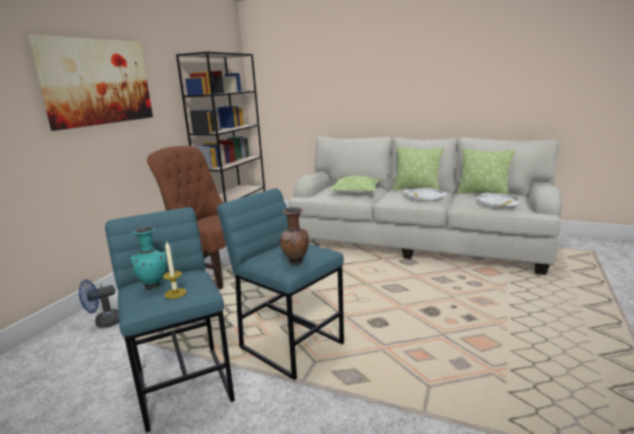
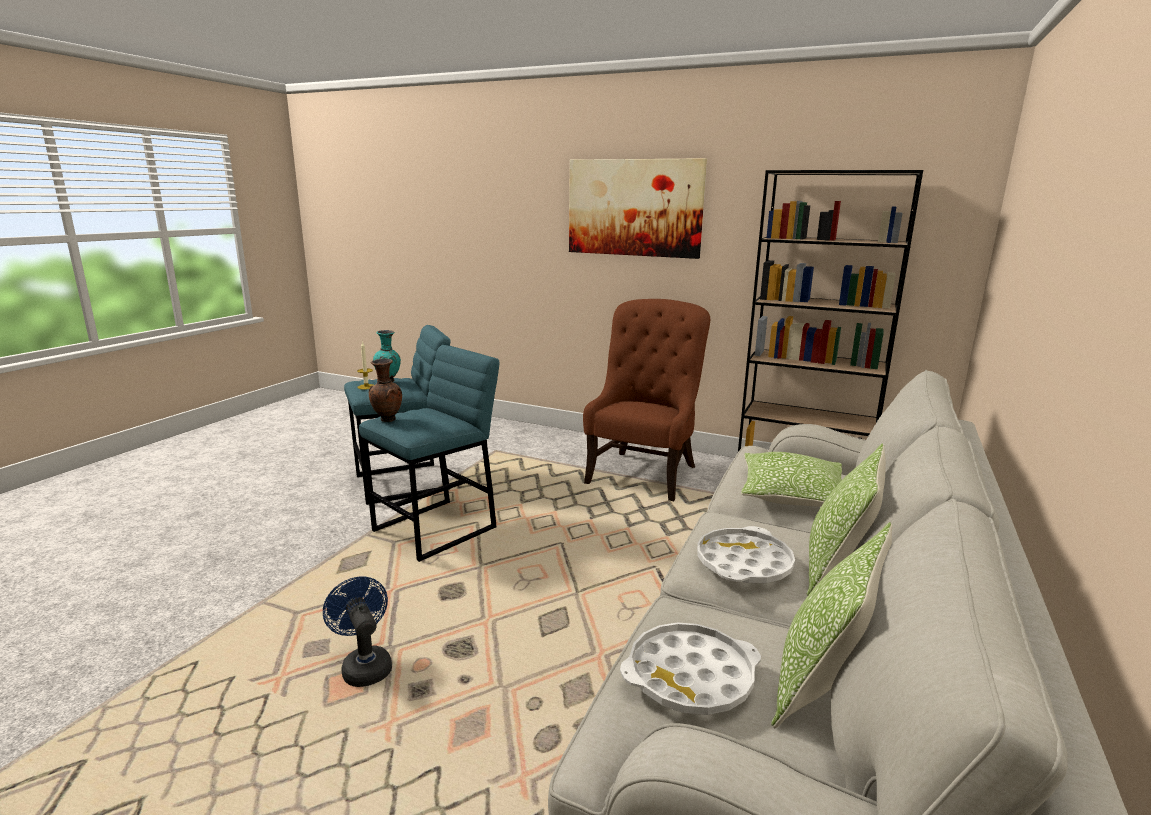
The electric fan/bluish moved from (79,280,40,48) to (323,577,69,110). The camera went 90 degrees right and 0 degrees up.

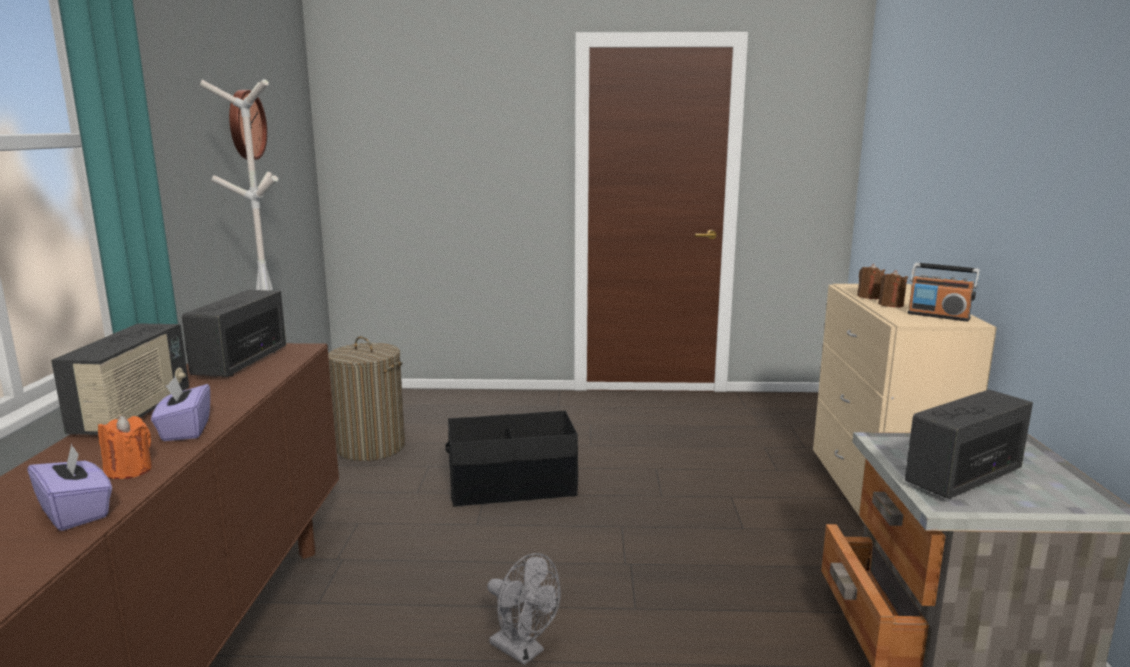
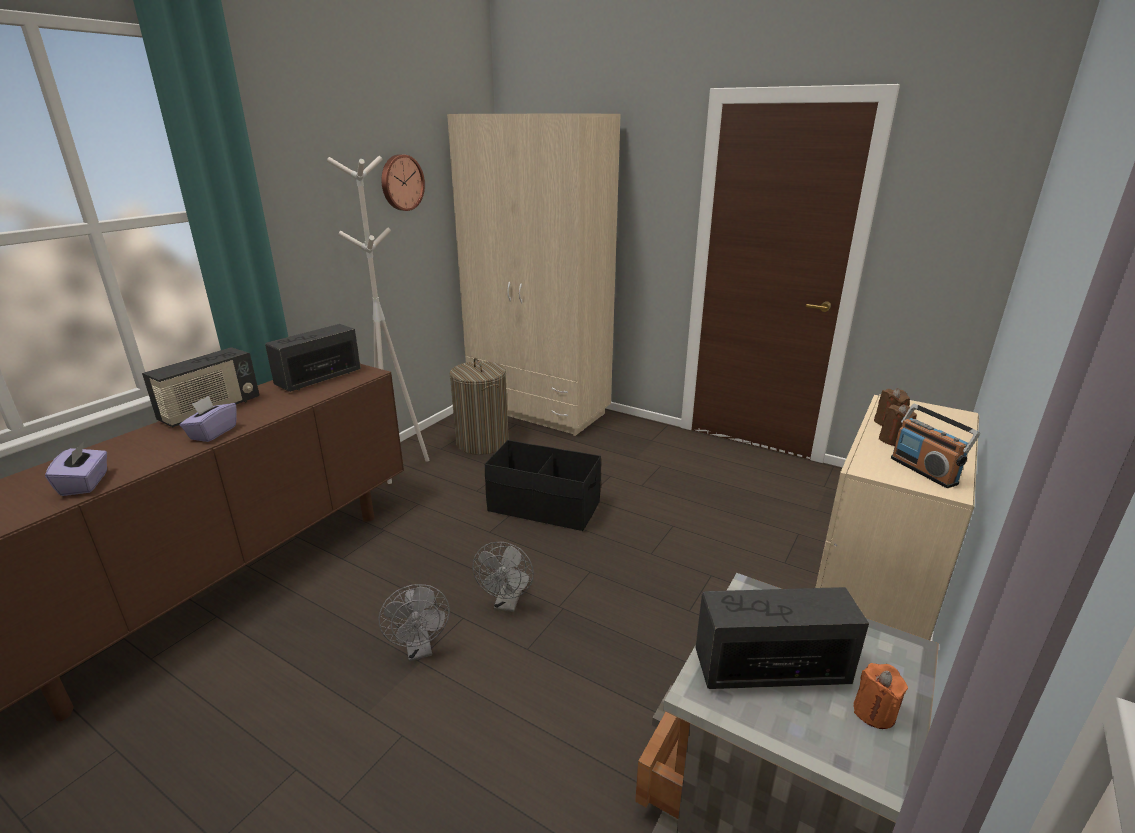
The wardrobe/sand-coloured at (447,113,174,323) appeared. The electric fan/gray at (472,542,62,70) appeared. The candle/orange-coloured moved from (98,415,54,64) to (853,663,55,66). The camera went 30 degrees right and 10 degrees up.

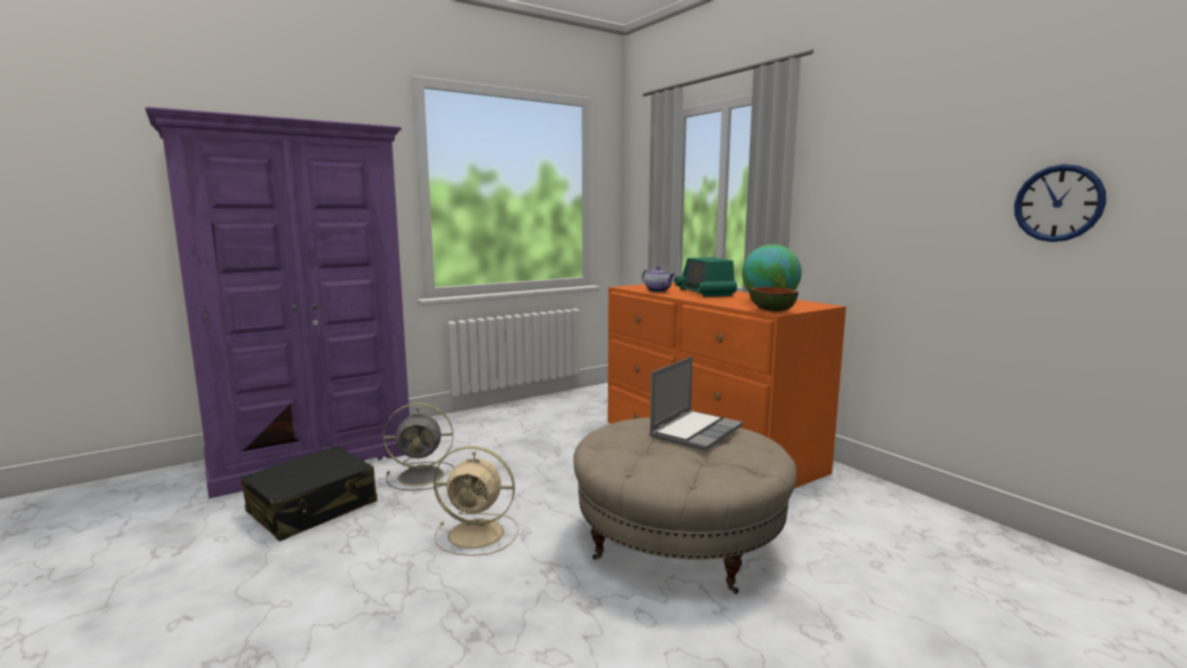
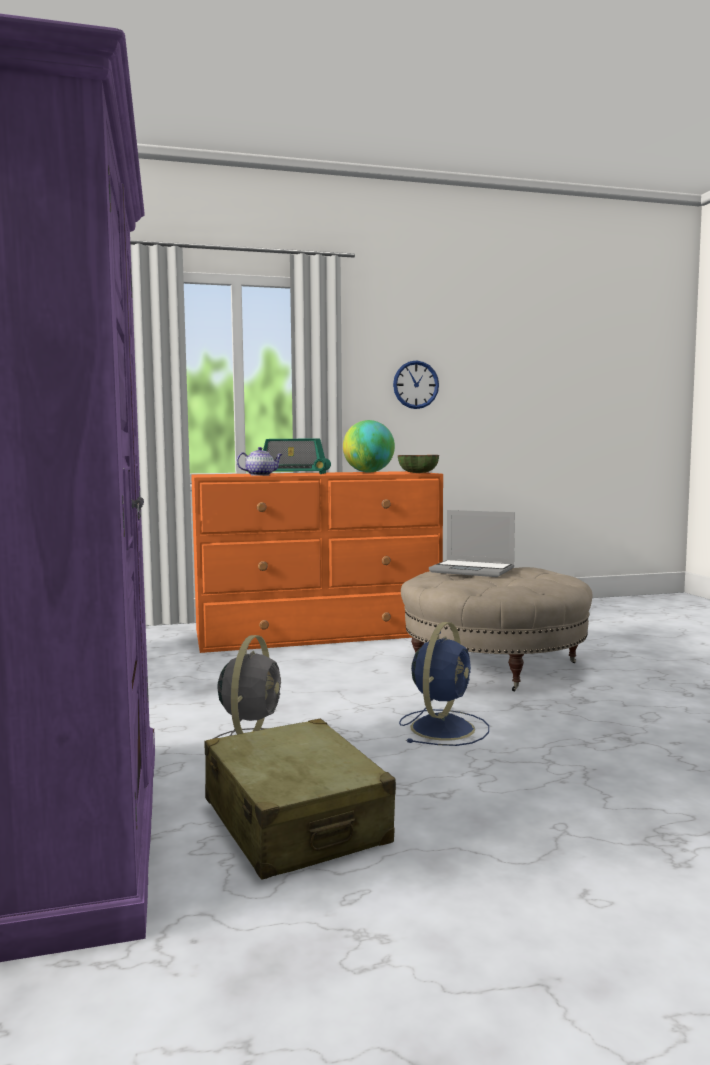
The suitcase/black at (241,446,136,95) became the suitcase/sand-coloured at (204,718,192,162). The hanging clock moved from (1014,164,92,78) to (393,360,46,49). The electric fan/sand-coloured at (433,446,86,110) became the electric fan/bluish at (399,622,90,124). The portable computer at (649,356,94,95) turned 150 degrees clockwise. The camera went 70 degrees left and 5 degrees down.

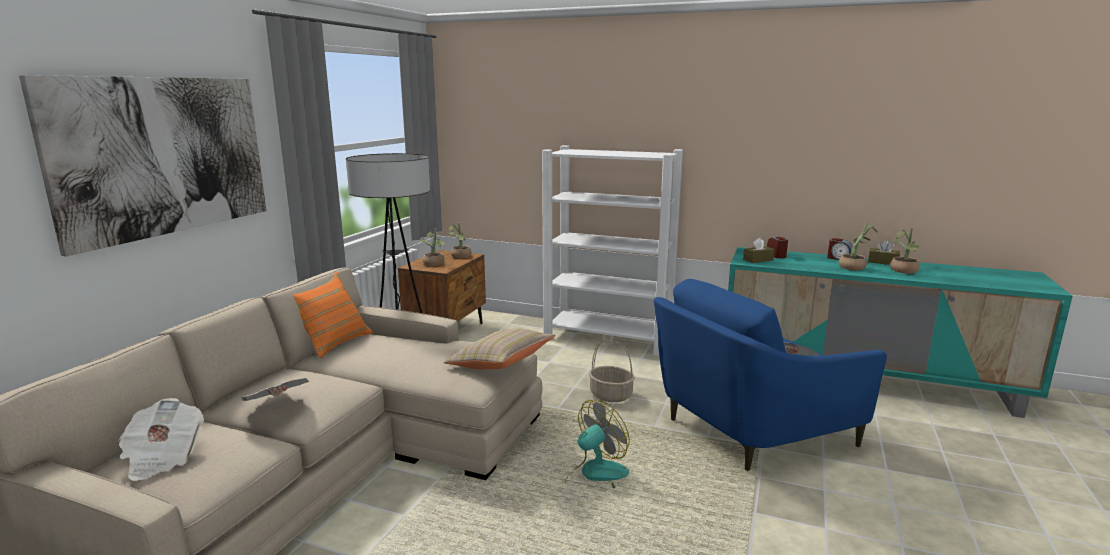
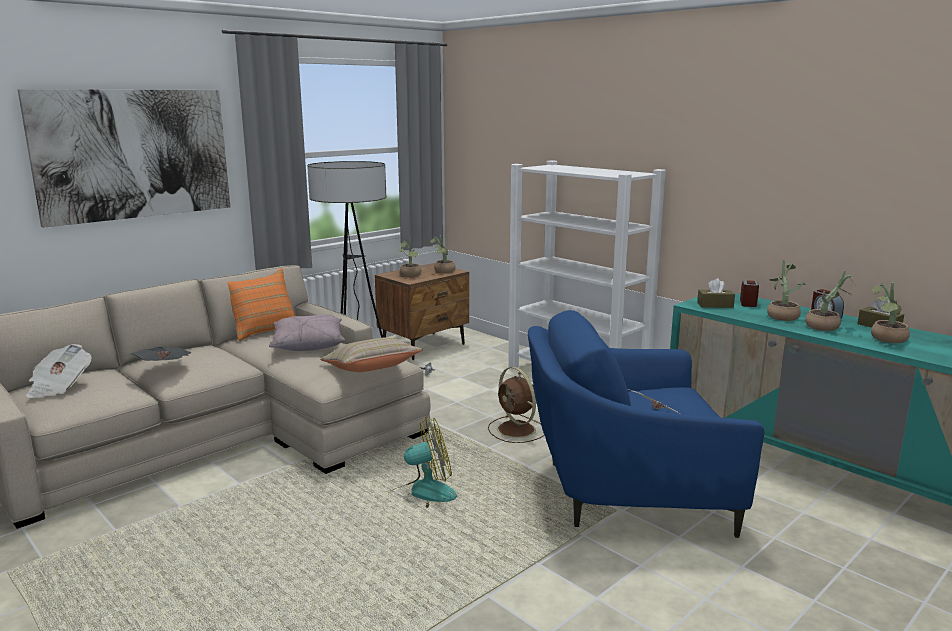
The throw pillow/purple at (269,315,76,36) appeared. The household basket at (589,339,46,63) was replaced by the electric fan/brown at (488,367,57,76). The houseplant at (767,260,39,61) appeared. The camera went 25 degrees right and 0 degrees up.

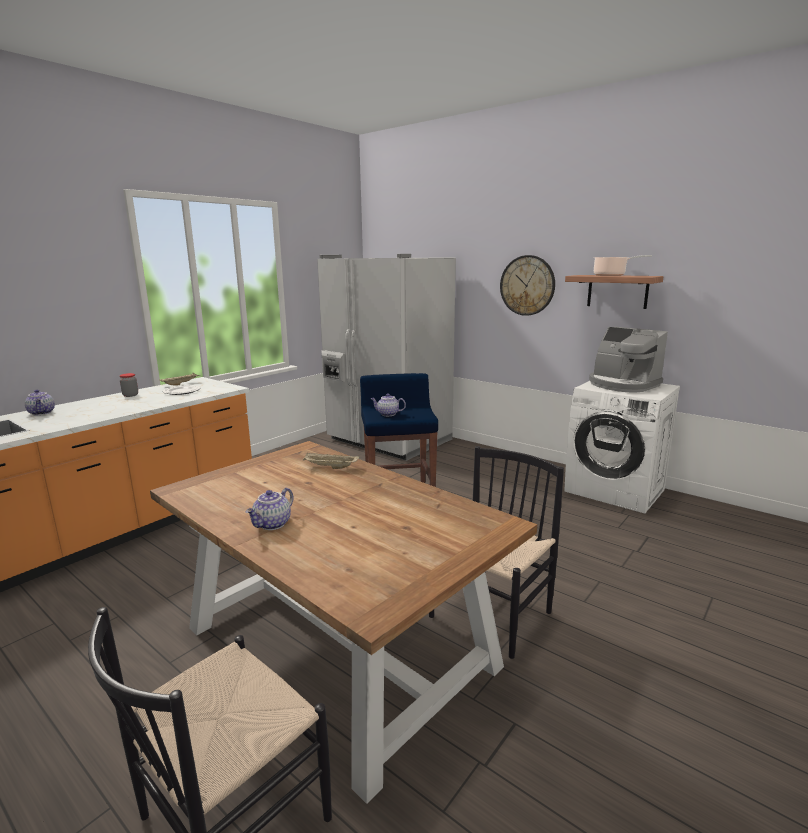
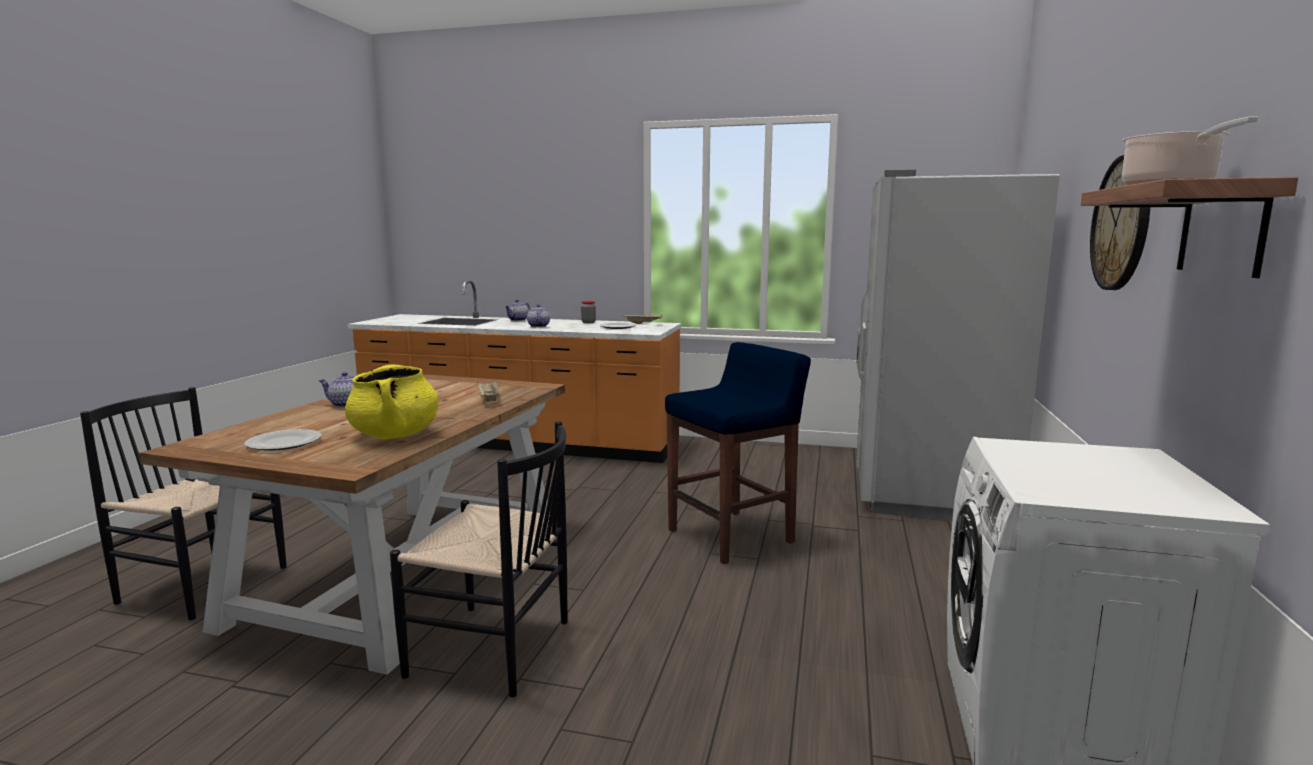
The dinner plate at (245,429,76,22) appeared. The saucepot/yellow at (345,364,94,75) appeared. The tea pot moved from (371,393,35,23) to (527,304,23,23). The coffee brewer at (589,327,79,66) disappeared. The camera went 65 degrees right and 5 degrees down.

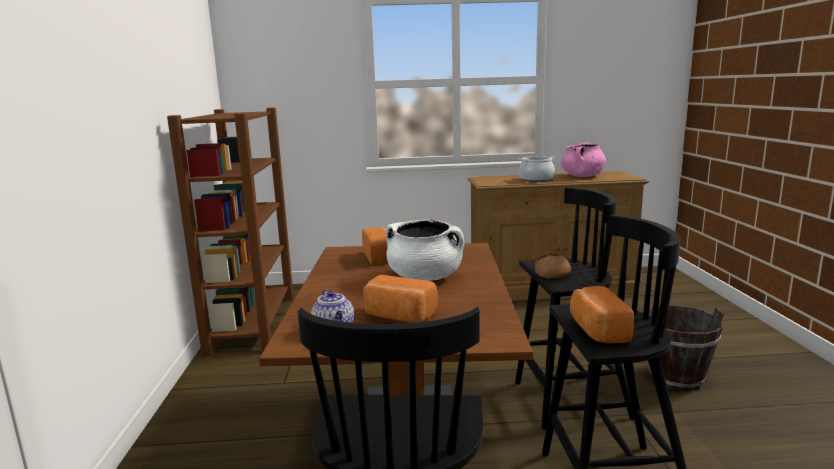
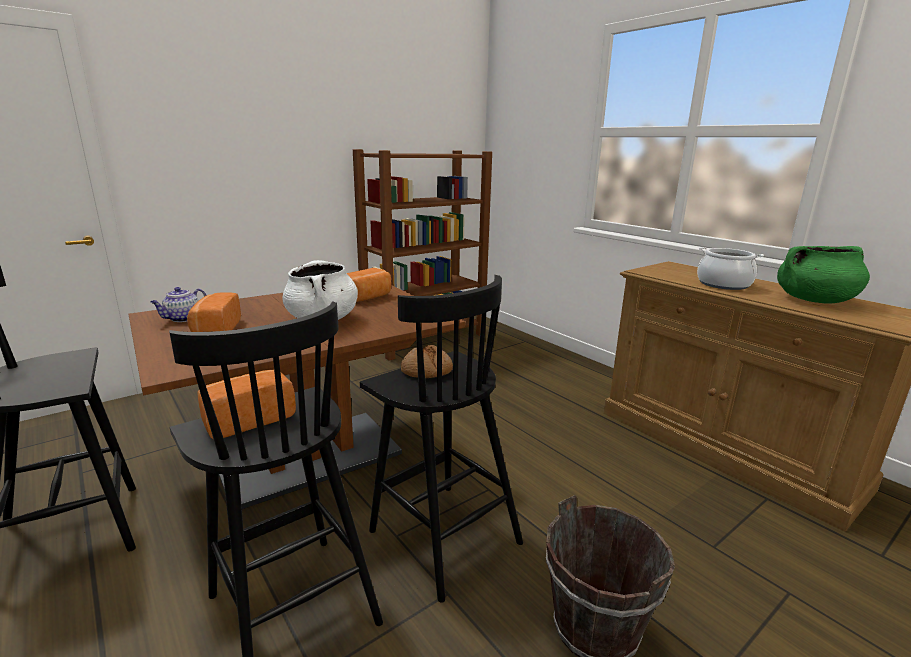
The saucepot/pink at (561,142,45,35) became the saucepot/green-coloured at (777,246,93,57). The camera went 55 degrees right and 5 degrees up.

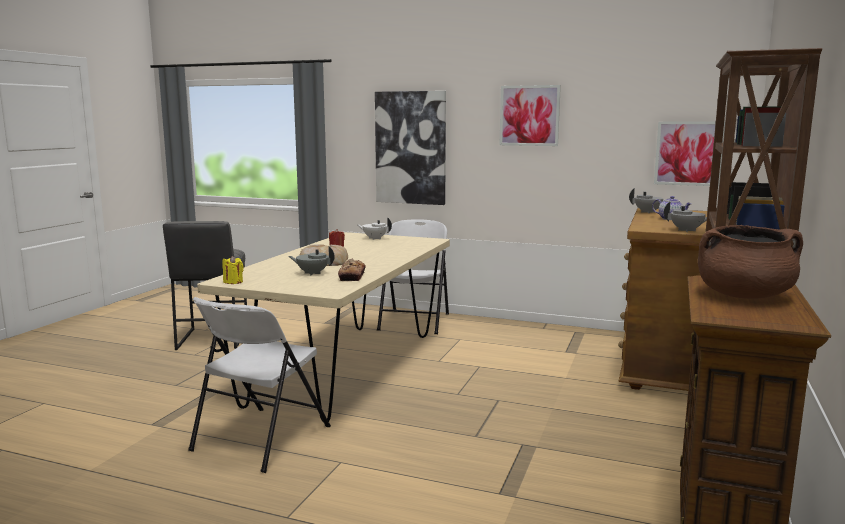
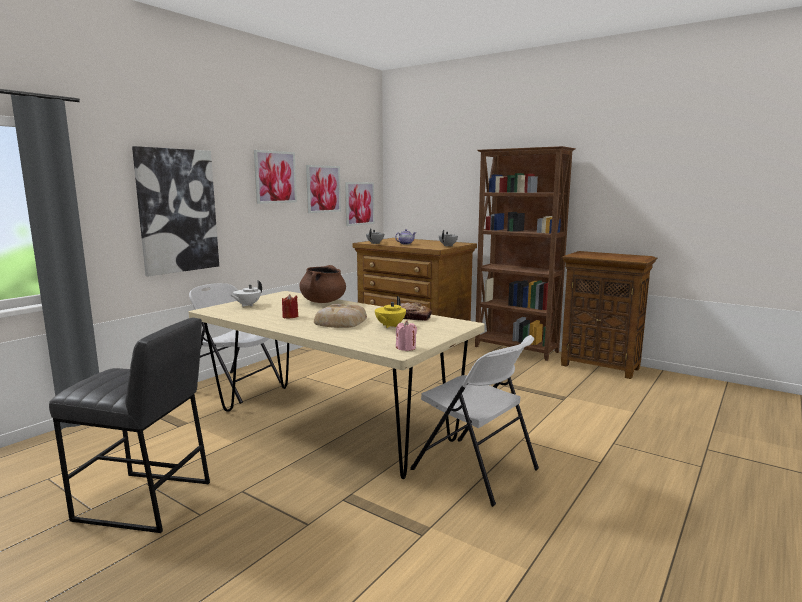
The saucepot/brown moved from (698,225,105,74) to (299,265,47,38). The wall art at (306,165,35,48) appeared. The tea pot/gray at (289,246,46,29) became the tea pot/yellow at (375,296,31,32). The candle/yellow at (222,256,22,28) became the candle/pink at (396,320,21,31). The camera went 75 degrees left and 0 degrees up.

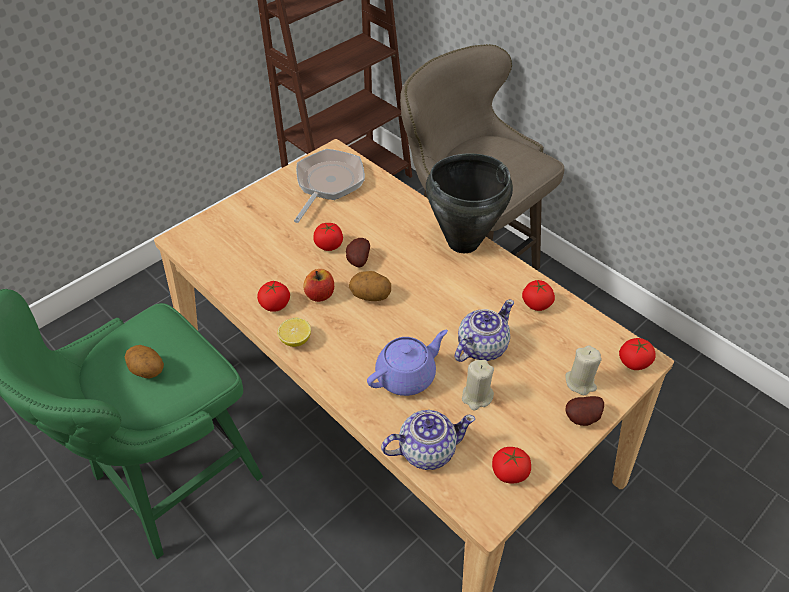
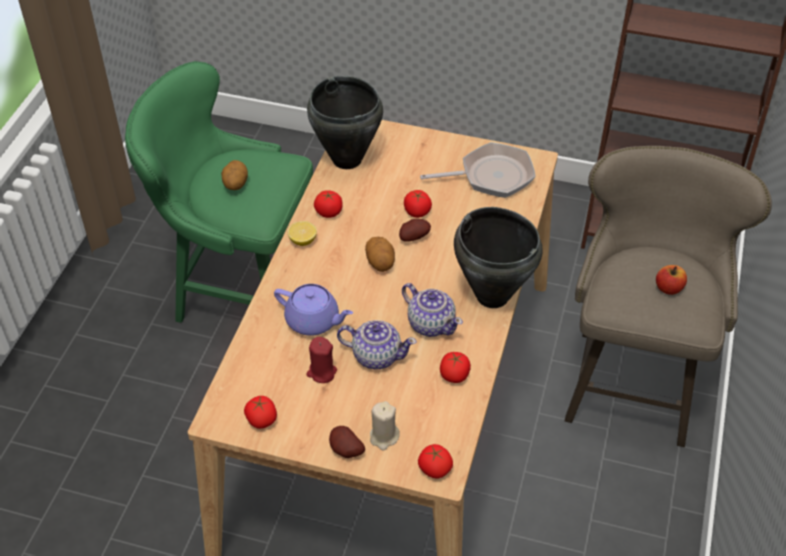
The candle/sand-coloured at (462,360,32,51) became the candle/red-coloured at (306,337,31,46). The saucepot/black at (307,76,76,93) appeared. The tea pot moved from (381,410,94,60) to (402,283,61,54). The apple moved from (303,269,31,33) to (656,265,31,30). The camera went 60 degrees right and 0 degrees up.

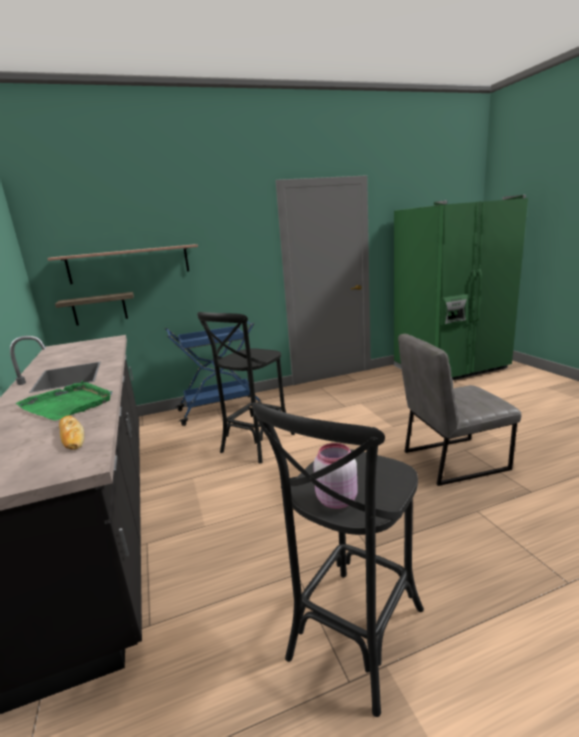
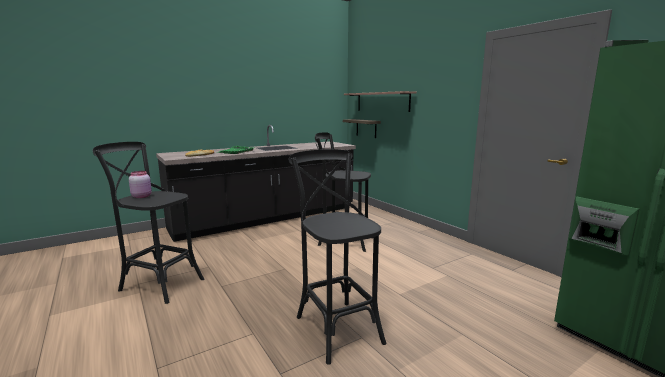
The plain chair/gray at (398,334,123,152) was replaced by the stool seat/black at (289,149,97,216). The wheeled cart/bluish at (164,321,98,105) disappeared. The camera went 75 degrees right and 5 degrees down.

